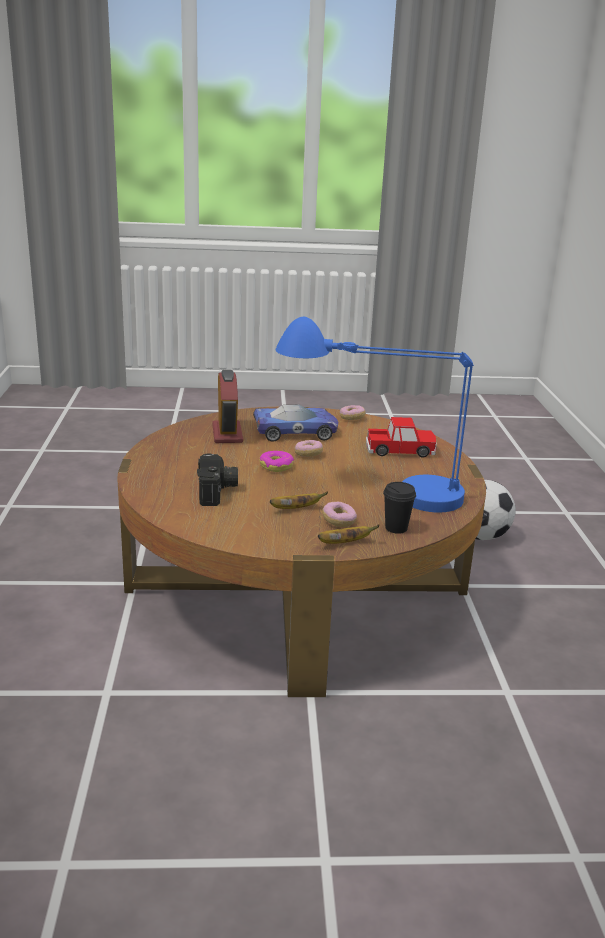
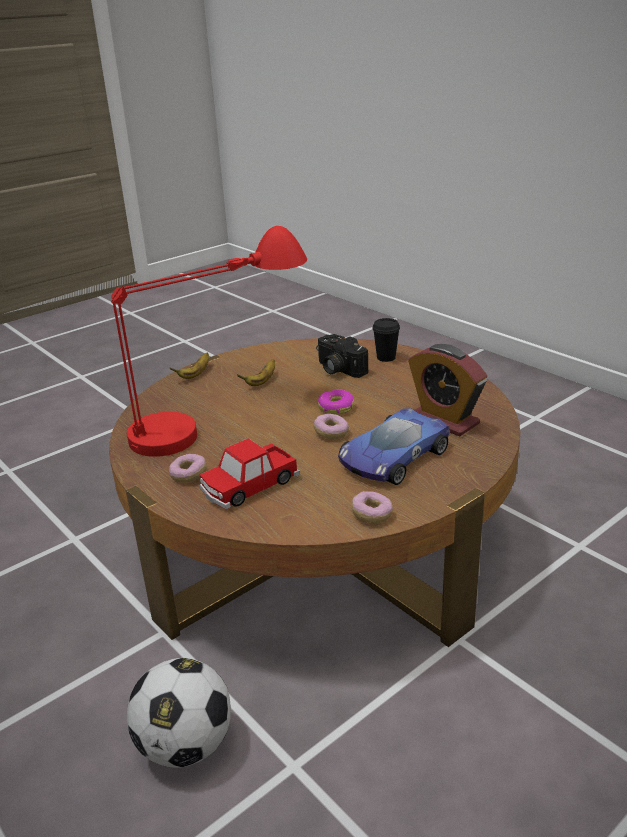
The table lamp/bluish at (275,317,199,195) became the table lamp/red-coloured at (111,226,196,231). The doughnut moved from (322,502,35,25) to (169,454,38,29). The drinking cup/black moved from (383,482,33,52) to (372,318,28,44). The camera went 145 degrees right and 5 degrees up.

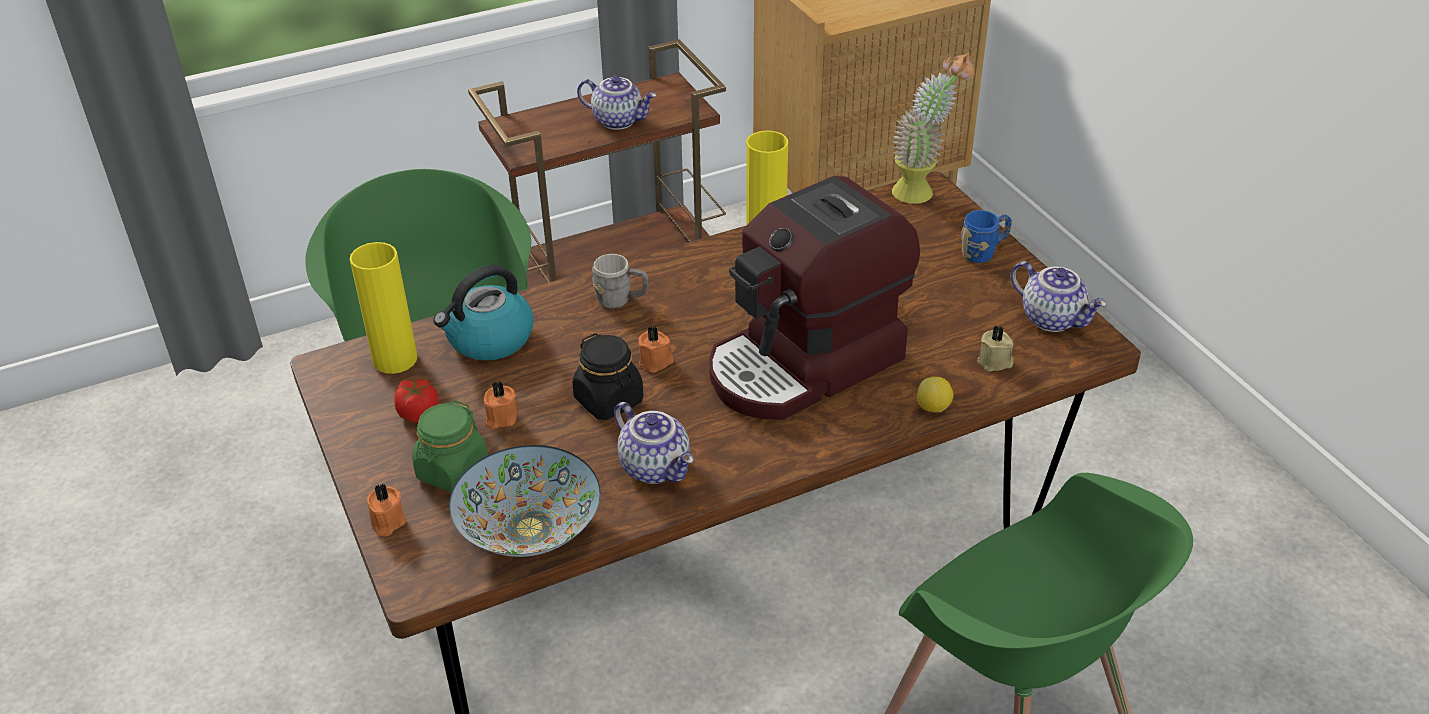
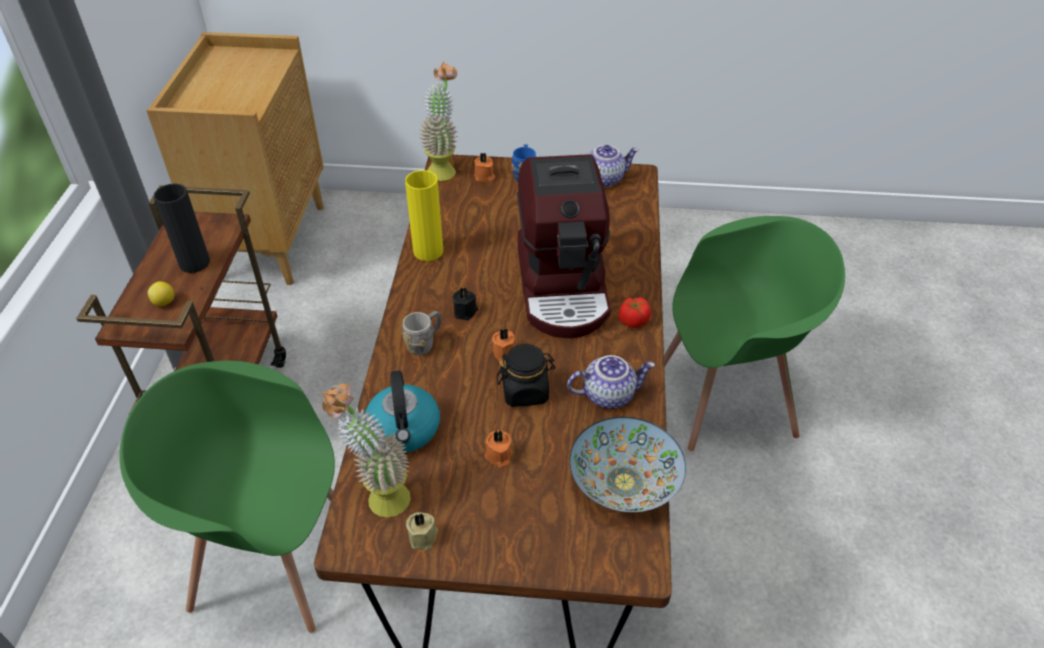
The whole lemon moved from (917,377,37,36) to (148,281,26,25). The tea pot at (577,76,79,54) was replaced by the vase/black at (154,184,56,89). The vase/yellow at (350,242,67,132) was replaced by the houseplant at (322,384,89,133). The candle/sand-coloured moved from (977,326,37,46) to (406,512,32,38). The candle/black at (453,287,25,33) appeared. The candle/orange-coloured moved from (367,484,39,52) to (474,153,21,29). The fresh tomato moved from (394,379,45,44) to (619,297,32,31). The storage jar/green-coloured at (412,400,76,92) disappeared. The camera went 60 degrees left and 5 degrees up.

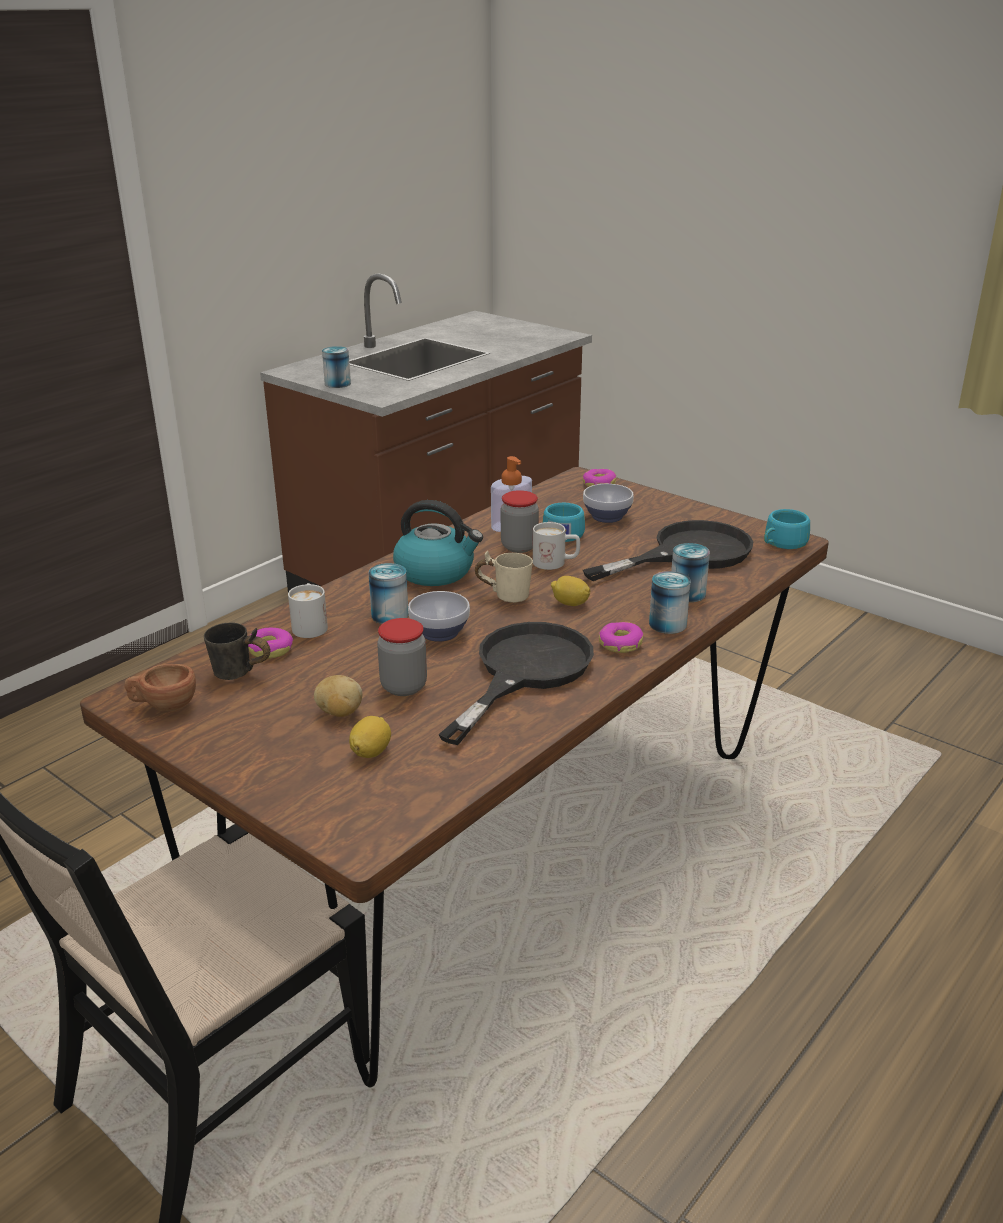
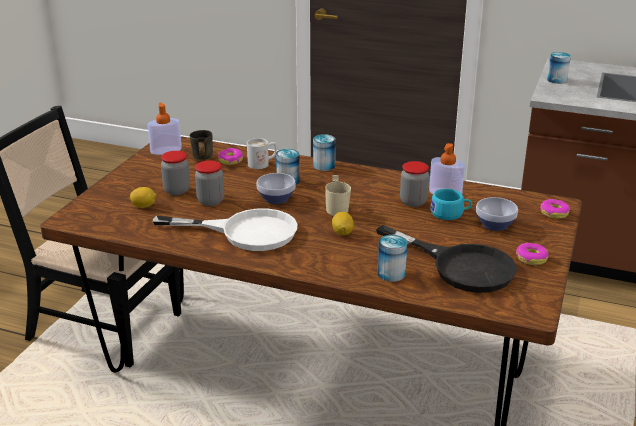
The drinking cup/brown at (125,664,71,47) was replaced by the soap dispenser at (148,103,34,52). The skillet/black at (438,622,156,123) became the skillet/white at (152,209,145,42). The spud at (314,675,48,42) was replaced by the storage jar at (161,151,29,44). The can moved from (649,571,42,63) to (313,134,23,37). The doughnut moved from (599,622,44,31) to (516,243,32,22). The water kettle at (393,500,90,86) disappeared. The coffee mug/white at (533,522,47,48) disappeared. The drinking cup/turquoise-coloured at (764,509,46,40) disappeared. The camera went 70 degrees right and 0 degrees up.

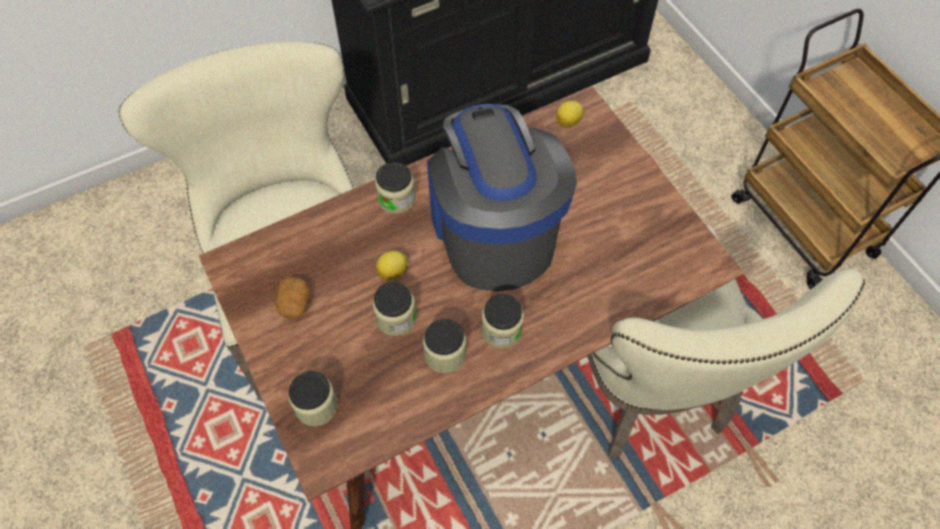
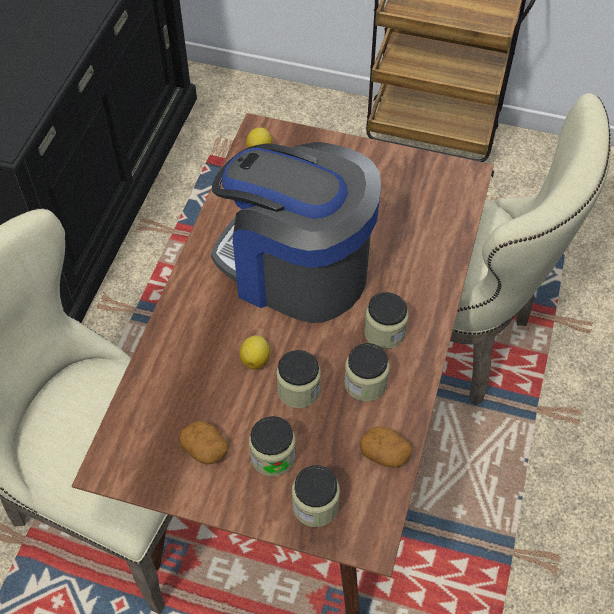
The storage jar moved from (375,162,40,52) to (249,416,47,61). The spud at (359,427,53,41) appeared. The camera went 45 degrees left and 5 degrees down.

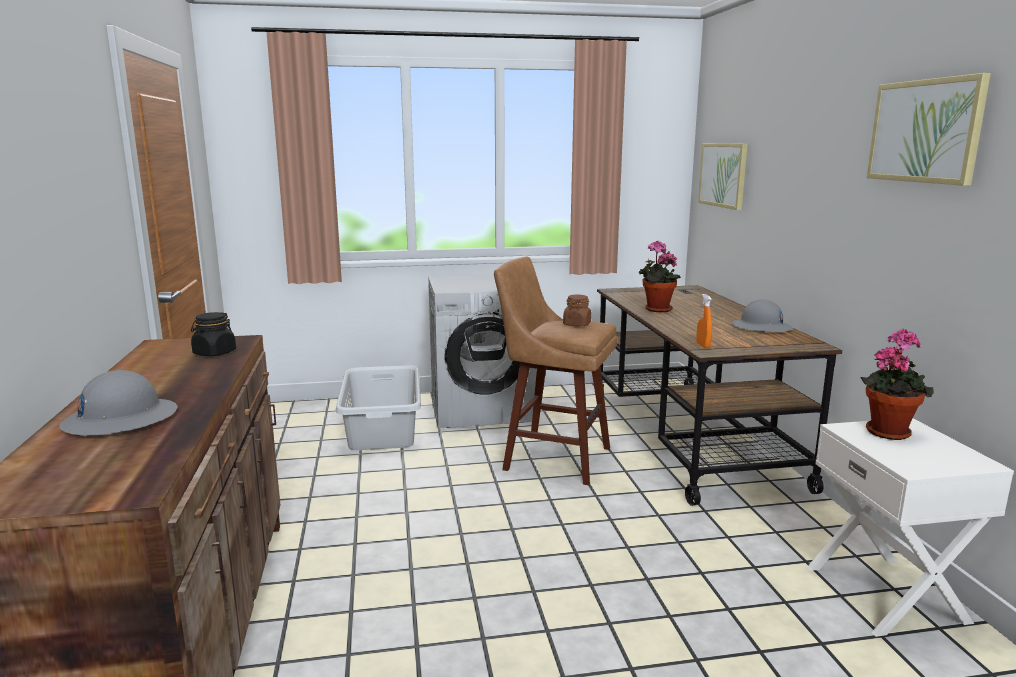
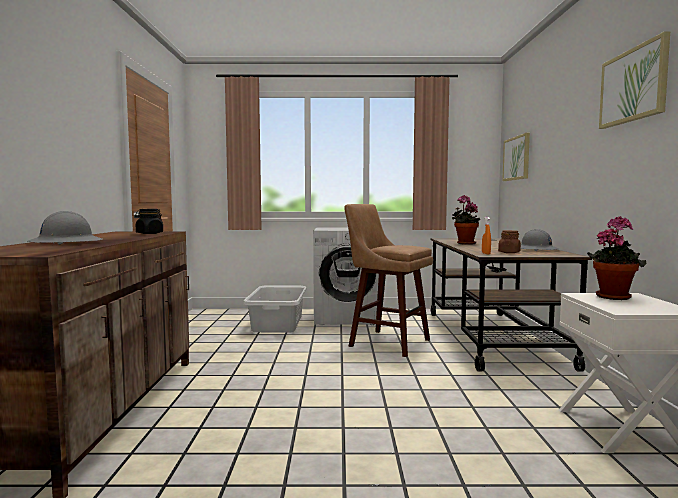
The storage jar/brown moved from (563,295,28,32) to (498,230,23,23). The camera went 10 degrees right and 10 degrees down.

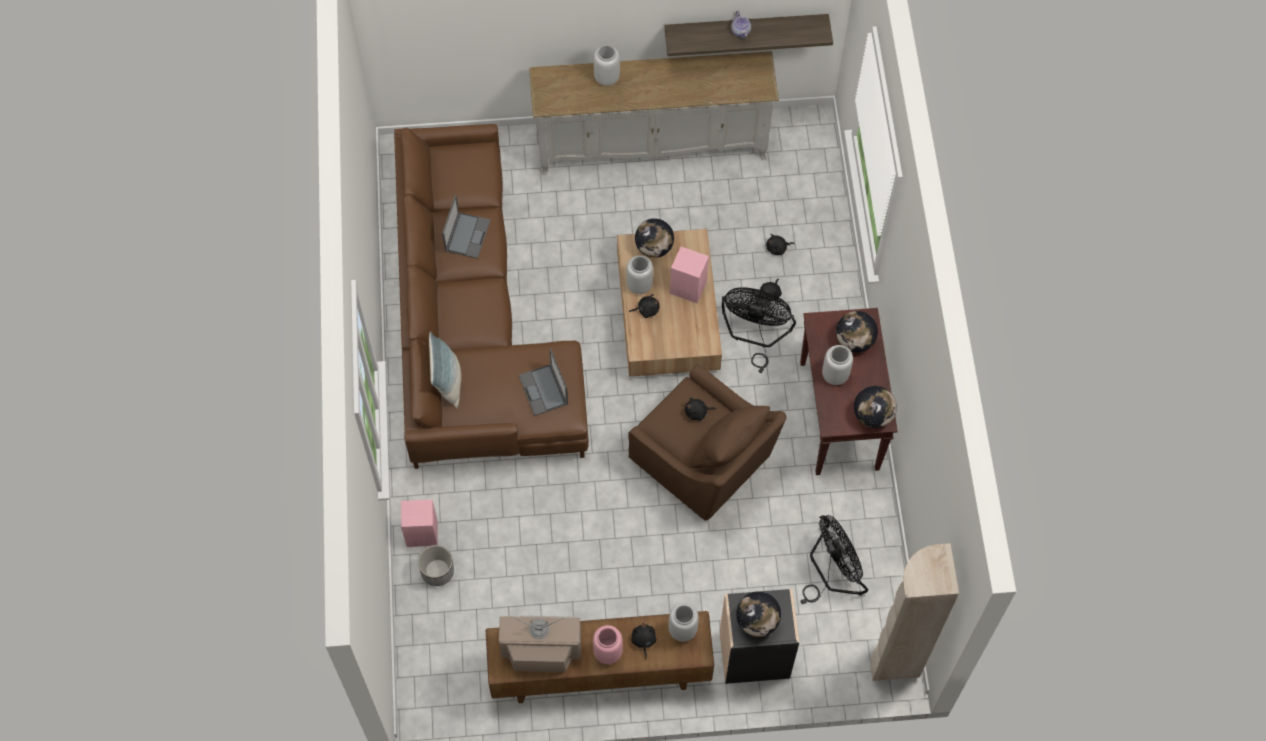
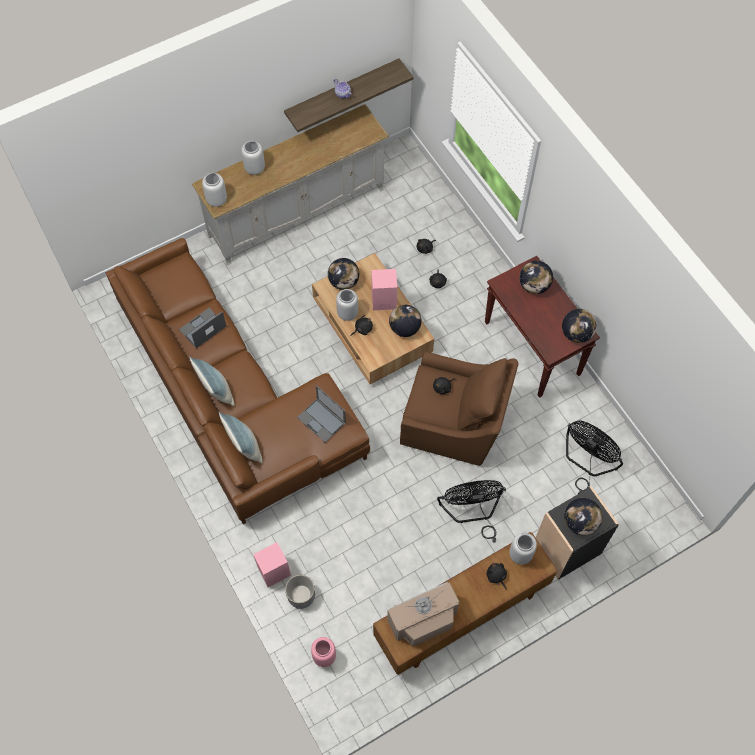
The portable computer at (442,195,49,64) turned 120 degrees counterclockwise. The throw pillow at (190,357,45,49) appeared. The vase/gray moved from (822,345,31,40) to (202,173,25,34). The vase/pink moved from (593,625,30,39) to (311,637,25,30). The world globe at (389,305,33,32) appeared. The electric fan/black moved from (722,287,74,86) to (437,480,69,64). The shelving unit/sand-coloured at (871,543,88,138) disappeared. The camera went 25 degrees left and 0 degrees up.

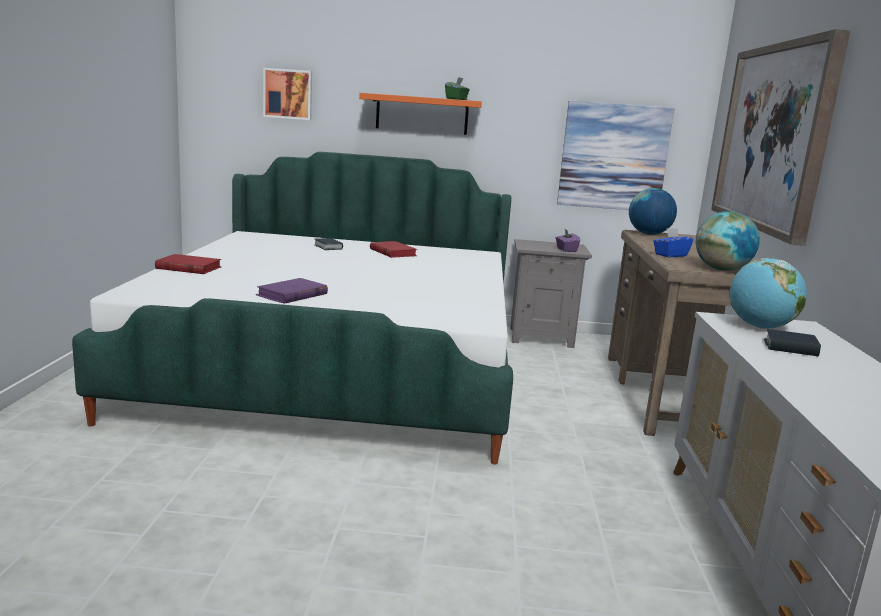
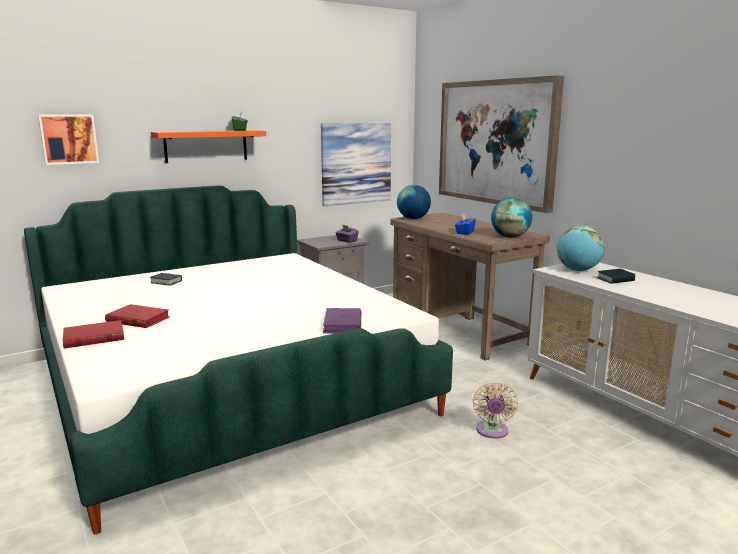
The book/red-coloured moved from (370,241,47,17) to (105,304,65,24). The book/purple moved from (256,278,72,26) to (323,308,38,25). The electric fan/sand-coloured at (473,382,45,57) appeared. The camera went 35 degrees left and 0 degrees up.

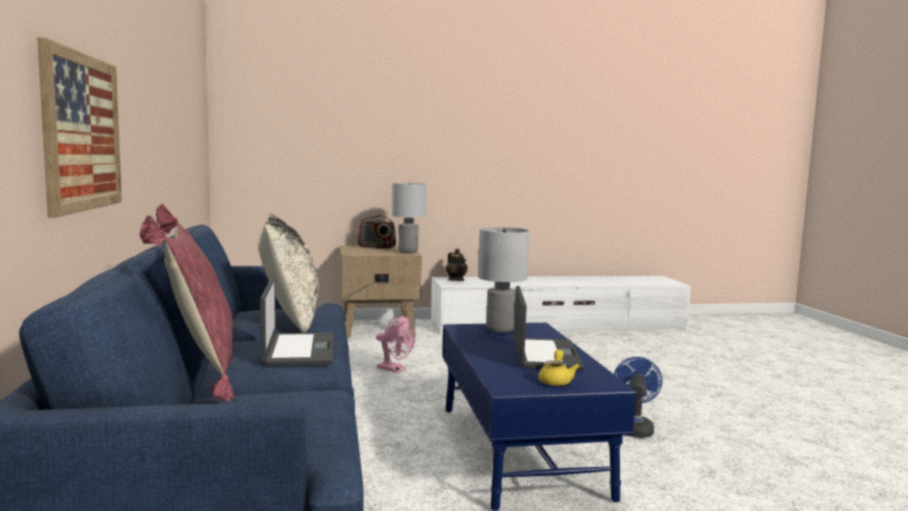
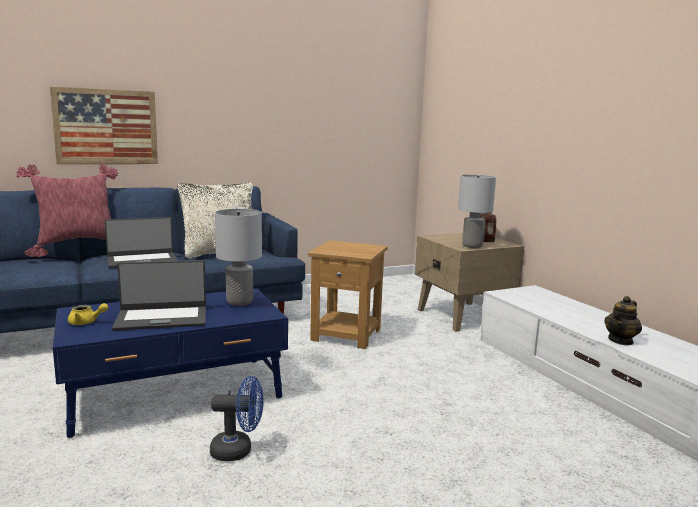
The electric fan/pink at (376,314,39,59) was replaced by the accent table/brown at (308,240,80,109). The tea pot moved from (446,249,22,32) to (604,296,38,50). The camera went 75 degrees right and 5 degrees up.

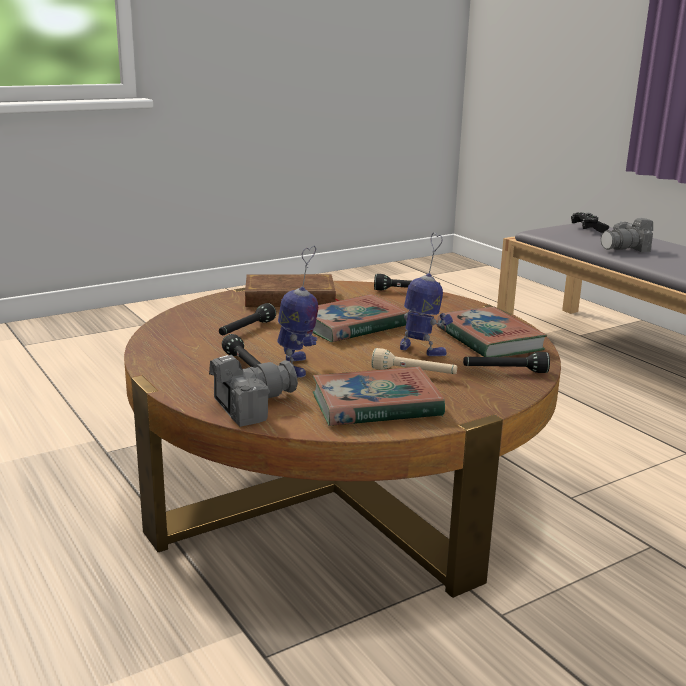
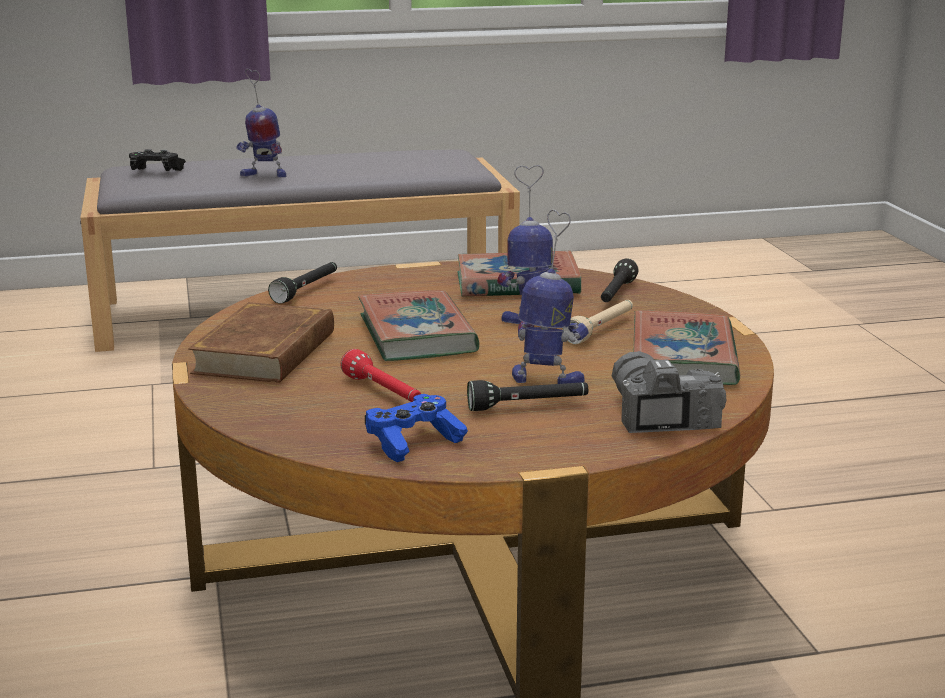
The photo camera at (600,218,53,34) was replaced by the model robot at (236,69,50,109). The hand torch/black at (219,303,57,32) became the hand torch/red-coloured at (341,349,80,53). The gamepad/bluish at (365,394,103,68) appeared. The camera went 70 degrees left and 0 degrees up.

